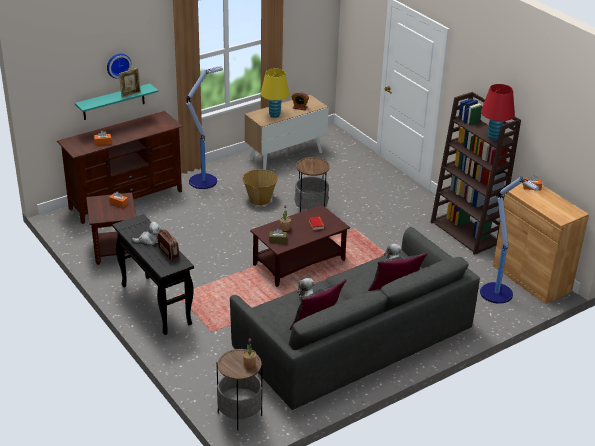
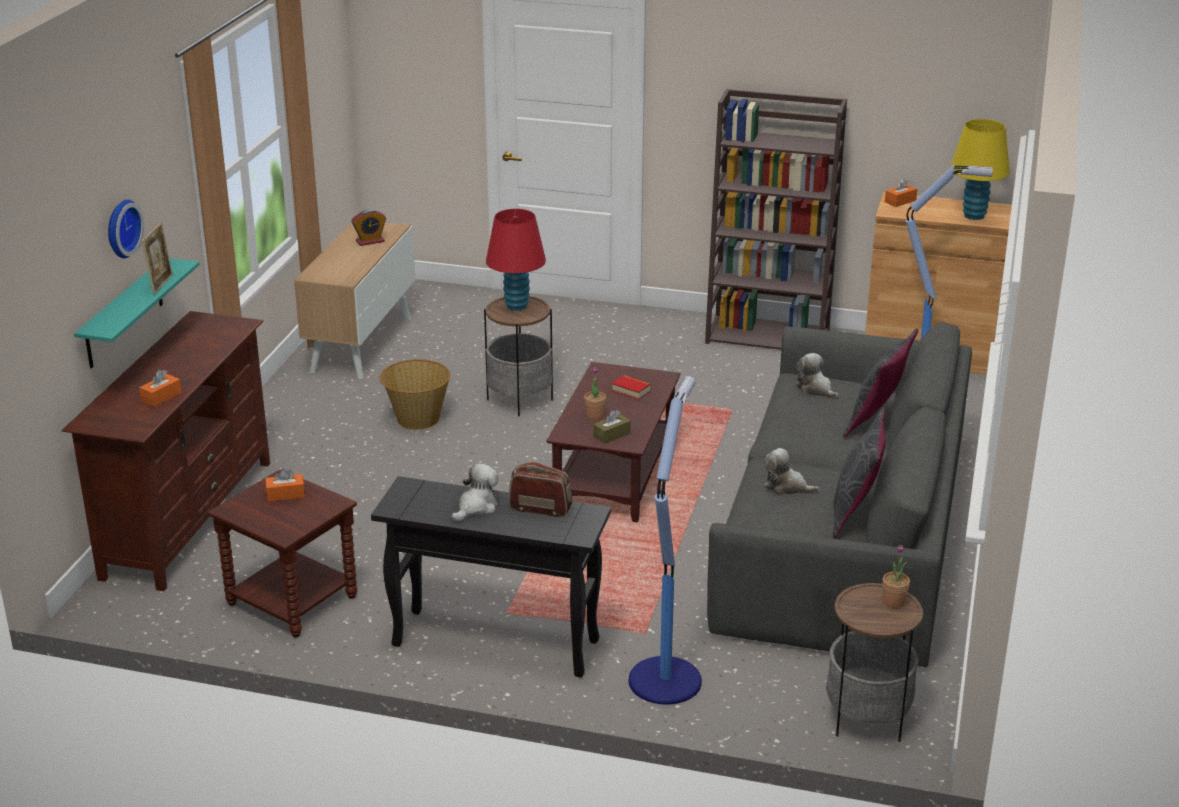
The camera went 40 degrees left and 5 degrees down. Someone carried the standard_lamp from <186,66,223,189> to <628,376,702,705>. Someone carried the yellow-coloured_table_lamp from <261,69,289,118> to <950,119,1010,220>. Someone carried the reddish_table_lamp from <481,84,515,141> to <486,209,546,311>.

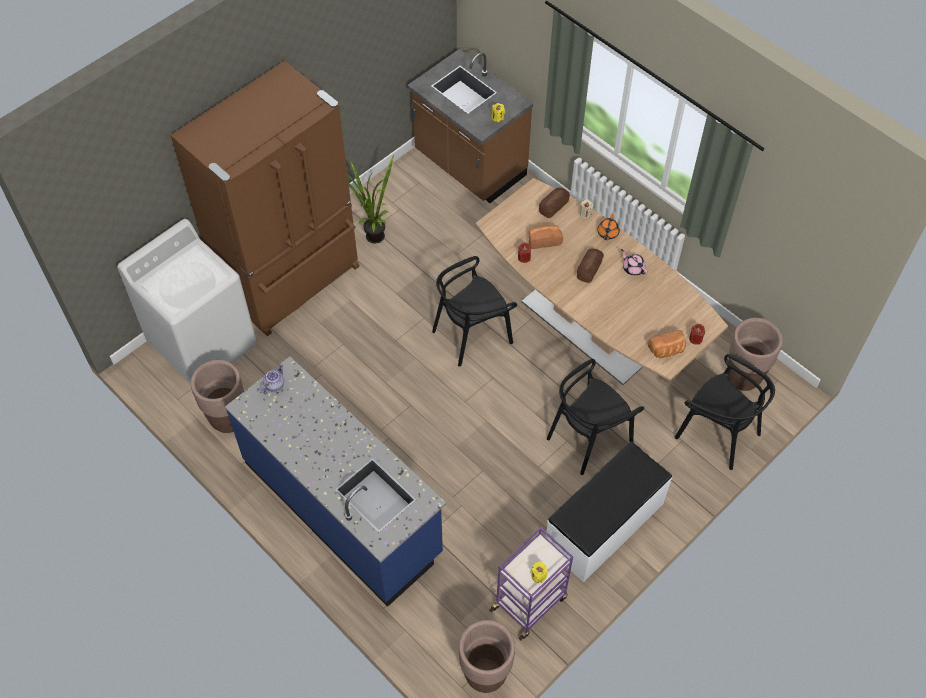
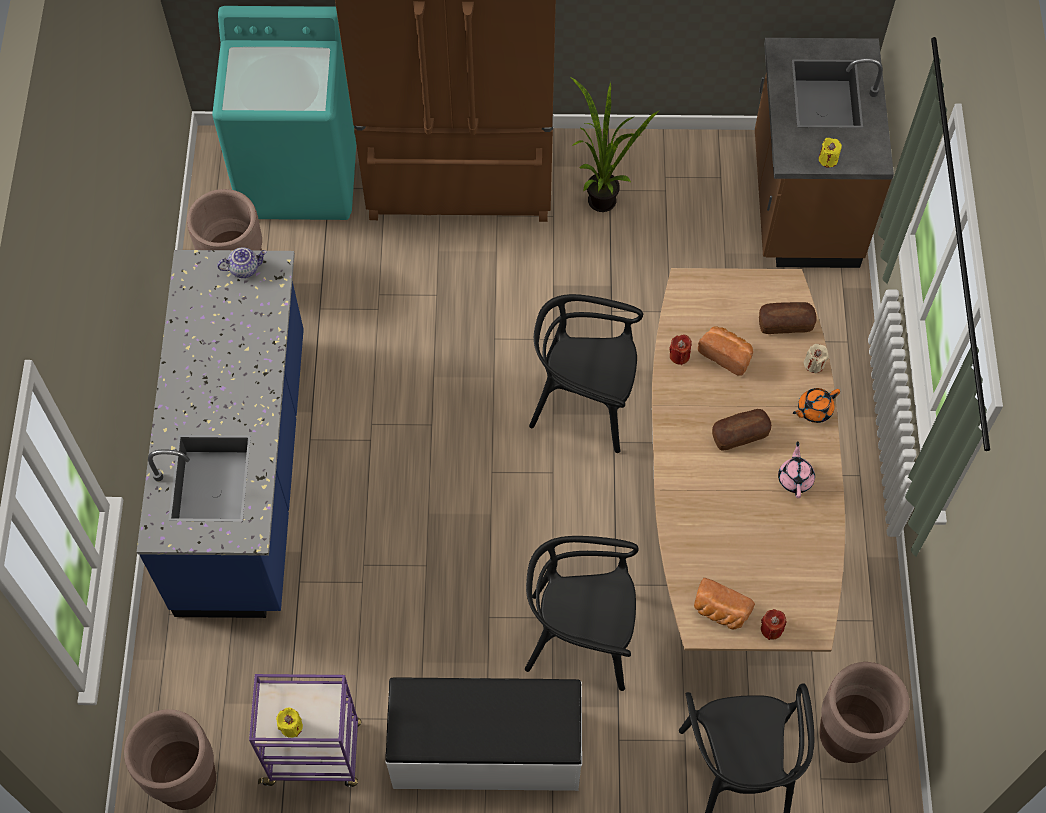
The camera went 45 degrees right and 5 degrees up. Someone repainted the white-coloured_washing_machine at <117,219,256,384>, which became the turquoise_washing_machine at <212,6,356,220>.

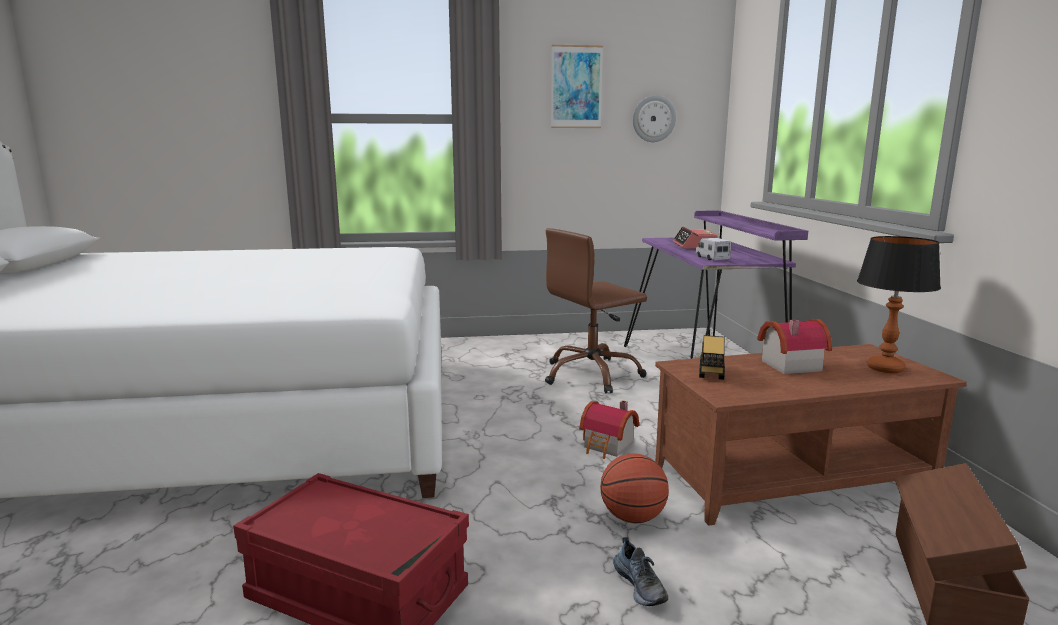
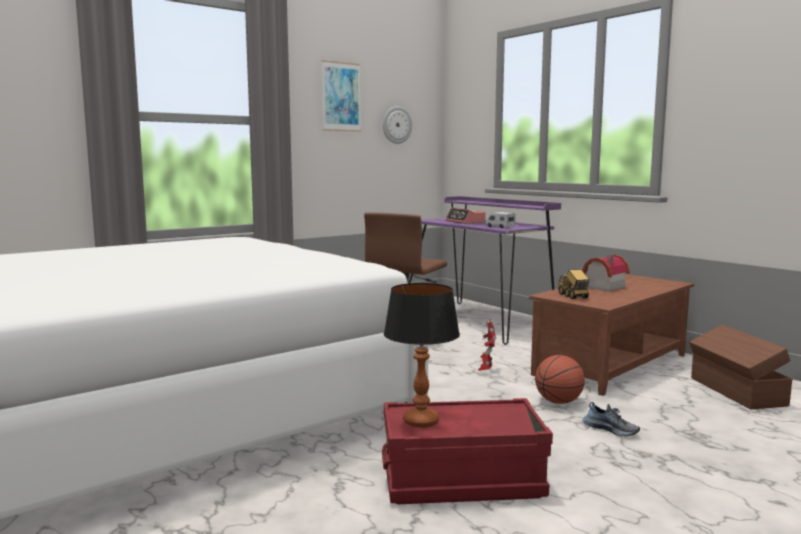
The camera went 30 degrees left and 5 degrees down. Someone carried the table_lamp from <857,236,941,373> to <384,283,460,428>. Someone swapped the toy_house at <579,400,639,459> for the toy_robot at <478,319,496,371>.

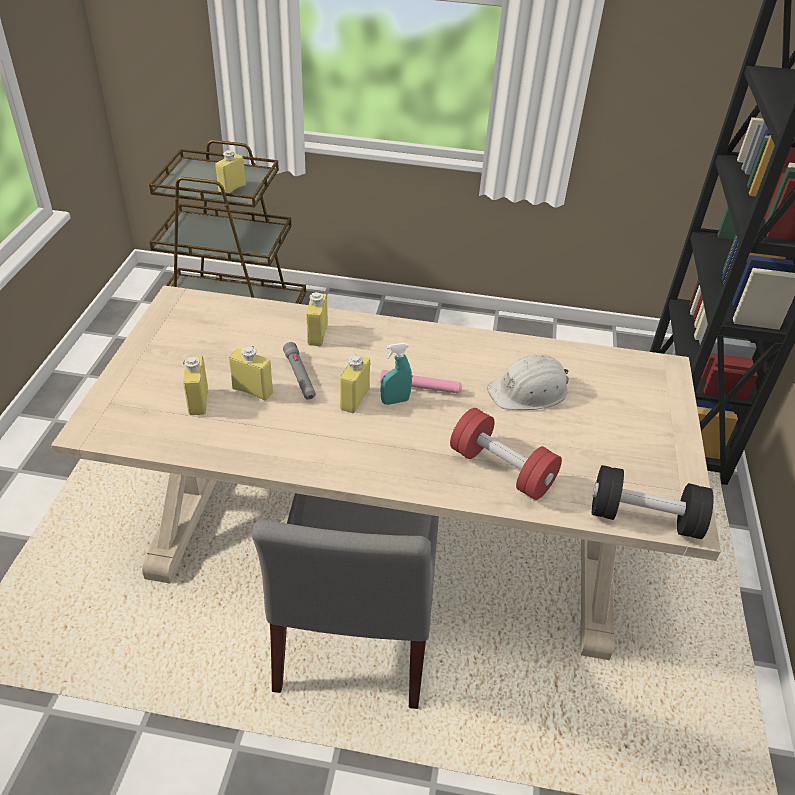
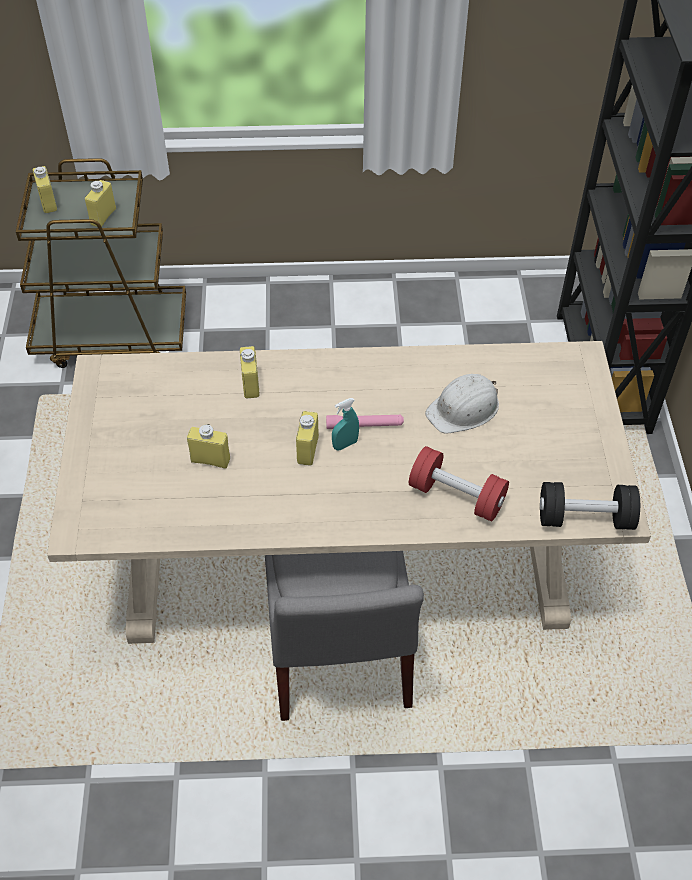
The camera went 10 degrees left and 10 degrees up. Someone took away the gray_hand_torch at <283,342,316,400>. Someone carried the yellow-coloured_drink_bottle from <183,356,208,415> to <33,166,57,213>.

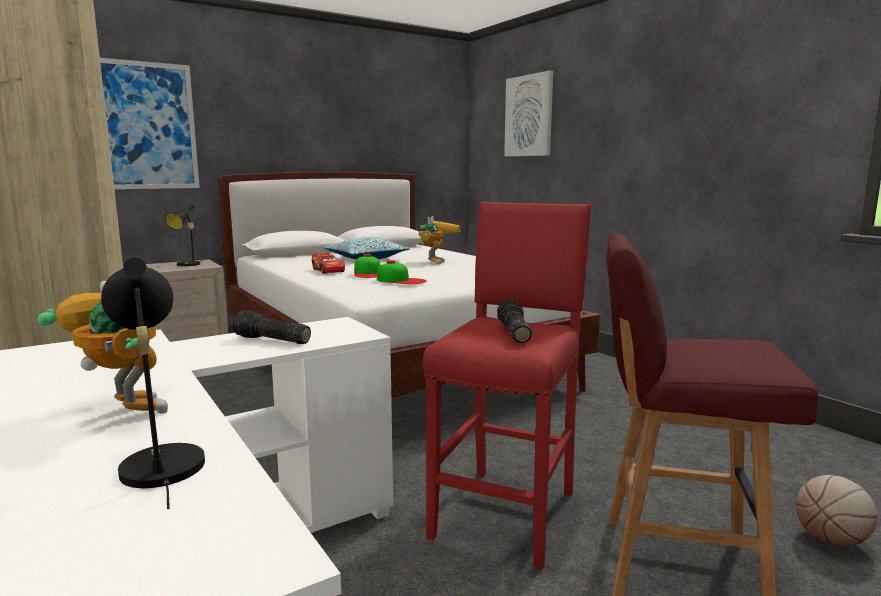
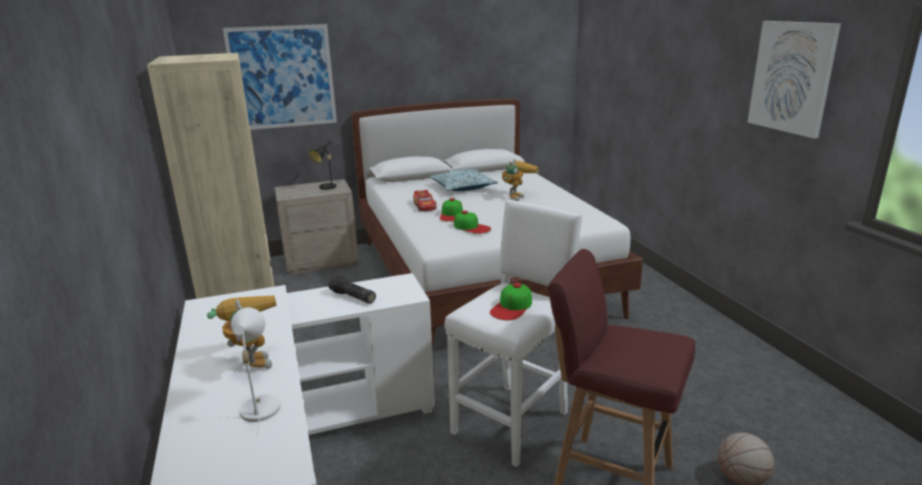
The camera went 15 degrees right and 10 degrees up. Someone carried the wall_art from <504,71,553,157> to <747,21,841,138>. Someone swapped the hand_torch at <497,299,532,343> for the baseball_cap at <490,283,532,320>. Someone repainted the blackish_table_lamp at <101,258,205,509>, which became the white-coloured_table_lamp at <231,307,281,437>. Someone repainted the reddish_stool_seat at <423,202,592,570>, which became the white-coloured_stool_seat at <445,199,582,467>.

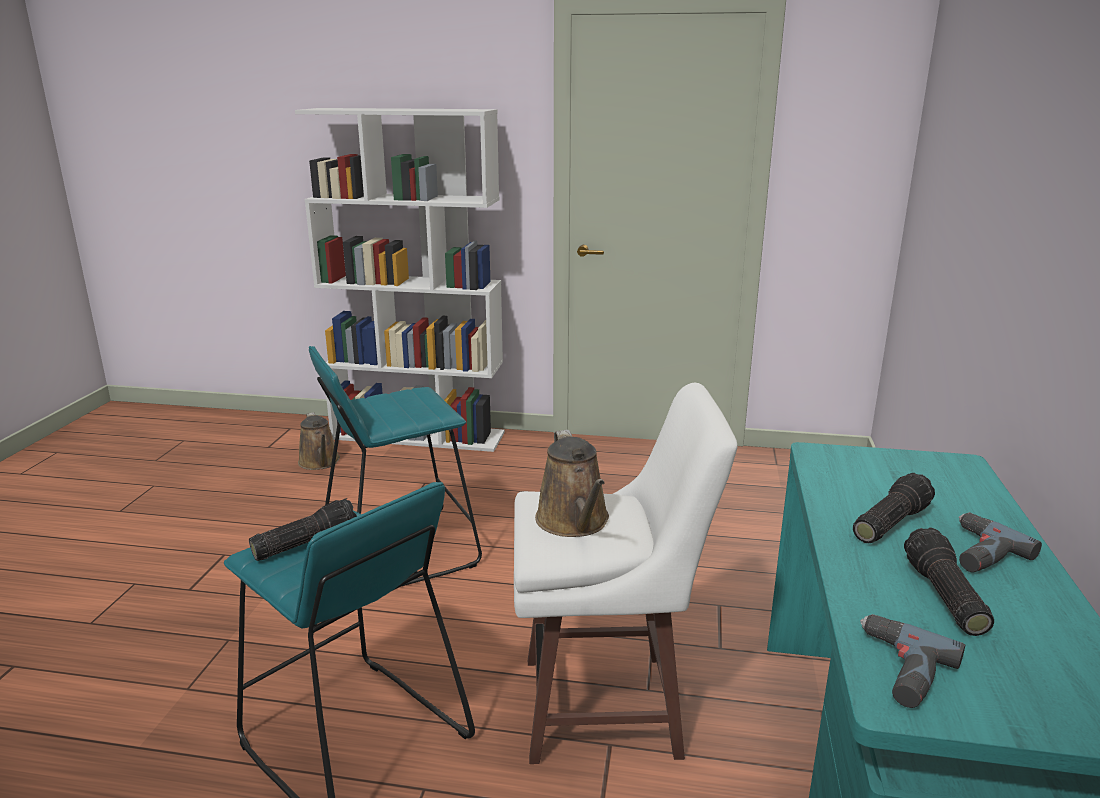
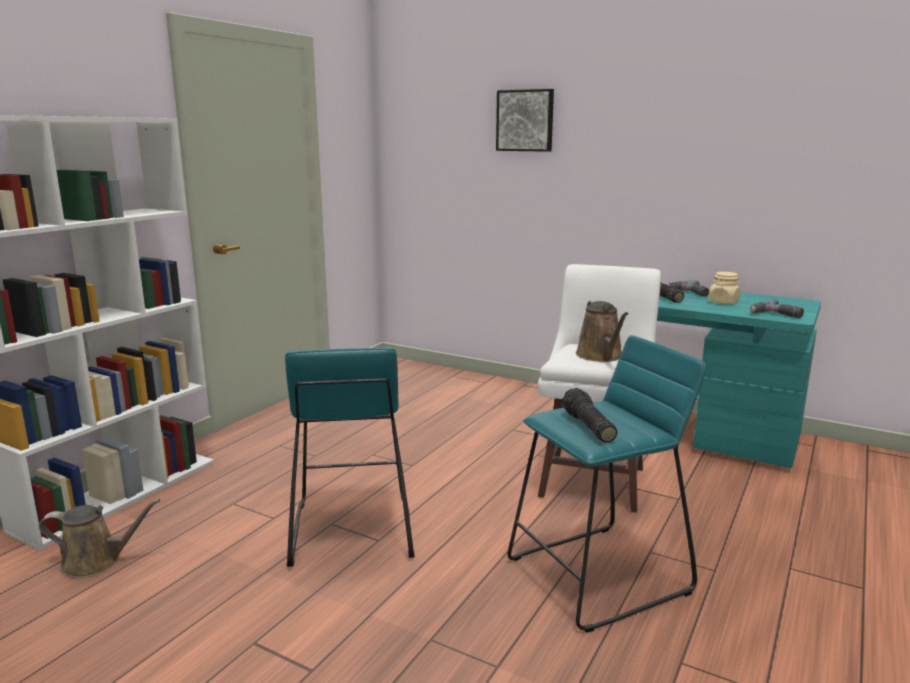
The camera went 70 degrees left and 5 degrees down. Someone put up the wall_art at <496,89,554,152>. Someone swapped the hand_torch at <904,527,994,636> for the sand-coloured_storage_jar at <708,272,740,304>. Someone rotated the brown-coloured_watering_pot at <535,430,609,537> by 75 degrees clockwise.

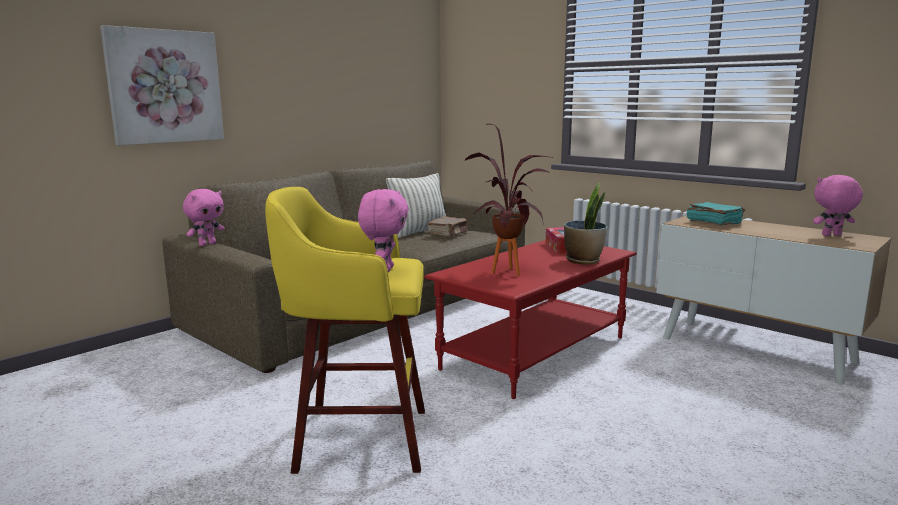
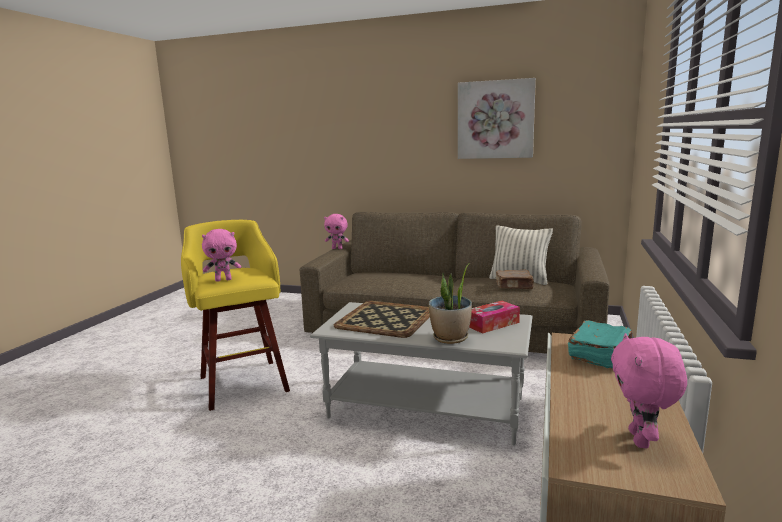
The camera went 65 degrees right and 0 degrees up. Someone carried the wall_art from <100,25,224,145> to <458,78,536,159>. Someone swapped the plant_in_a_pot at <464,123,553,276> for the tray at <334,301,430,338>. Someone repainted the reddish_low_table at <424,240,637,399>, which became the gray_low_table at <310,302,533,446>. Someone rotated the pinkish_plush_toy at <813,175,863,236> by 135 degrees counterclockwise.

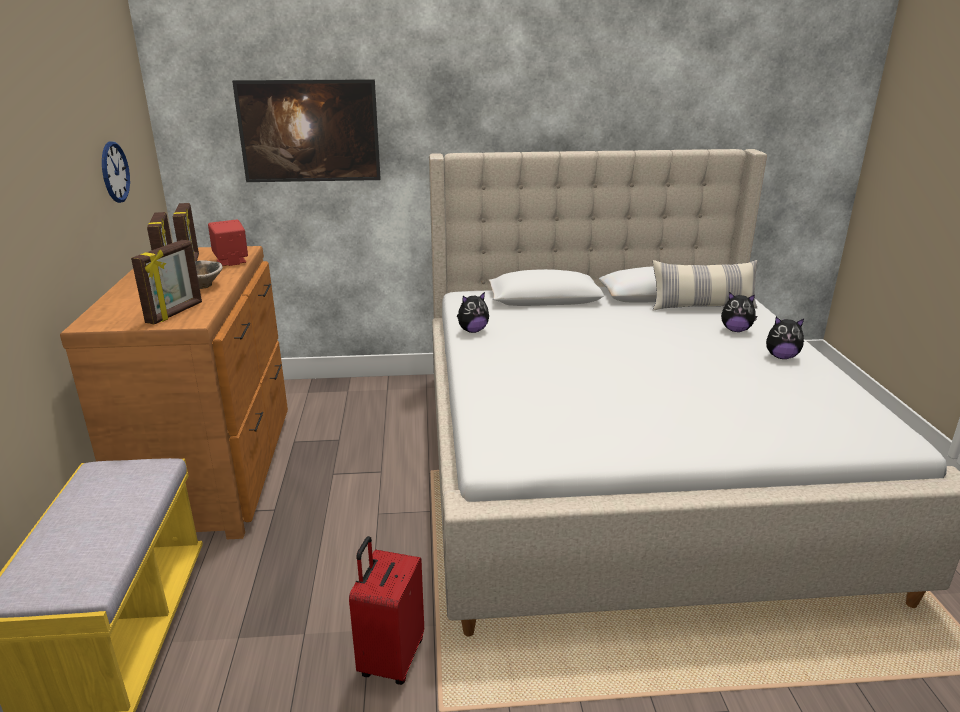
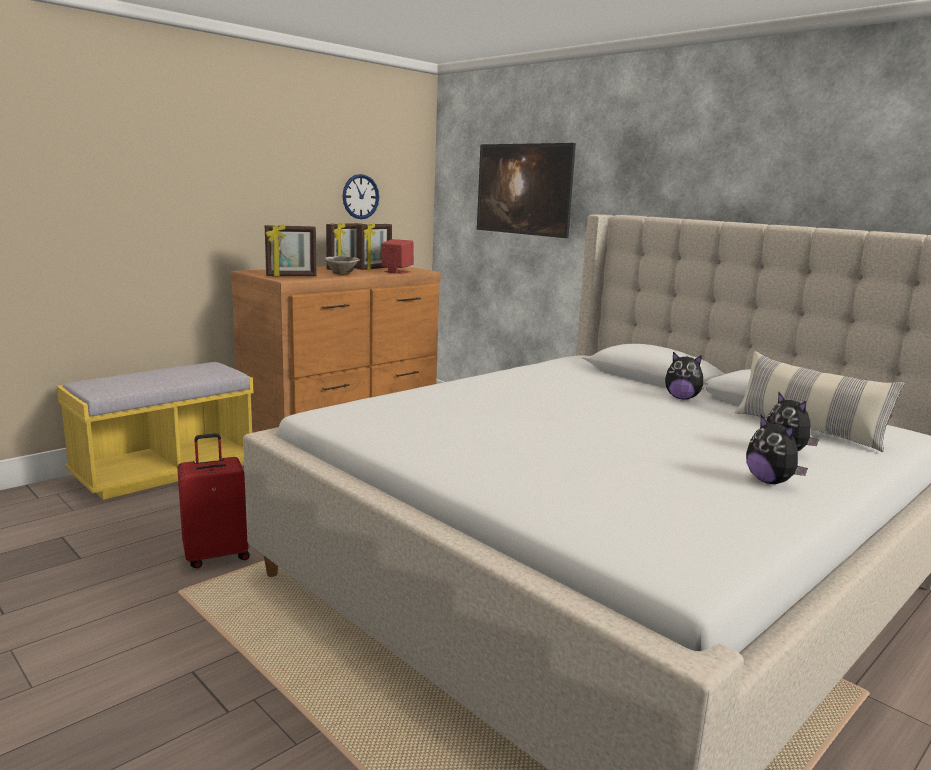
The camera went 50 degrees right and 10 degrees down. Someone carried the plush_toy from <457,292,489,333> to <665,352,708,400>.

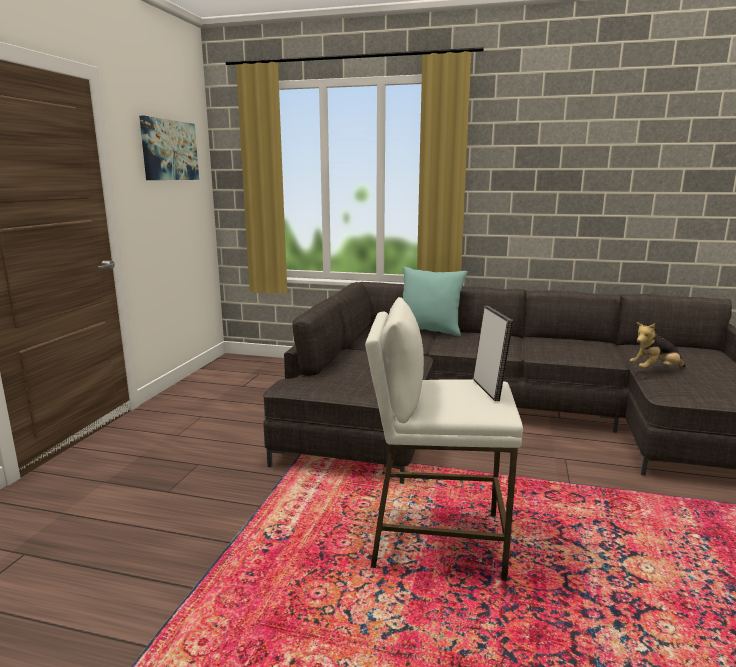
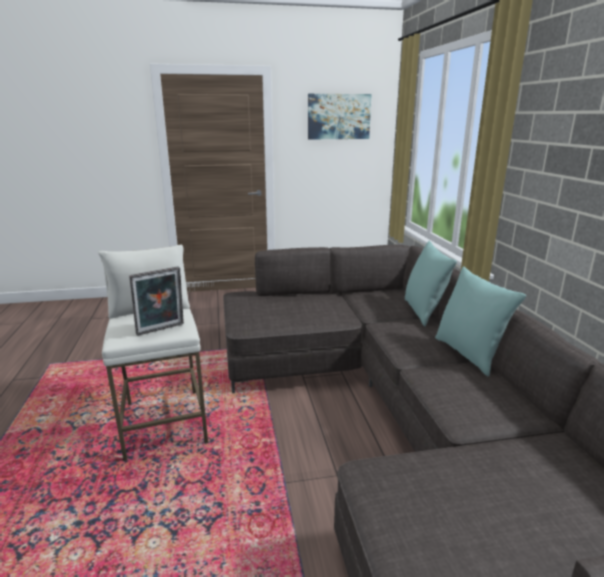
The camera went 65 degrees right and 5 degrees up. Someone took away the plush_toy at <630,322,686,368>. Someone put down the turquoise_cushion at <435,266,526,377>.

